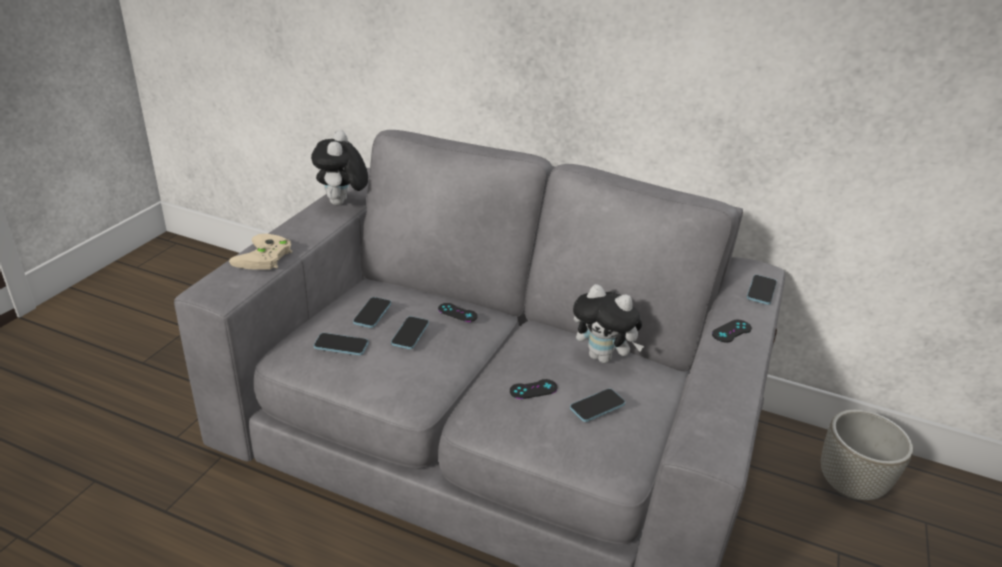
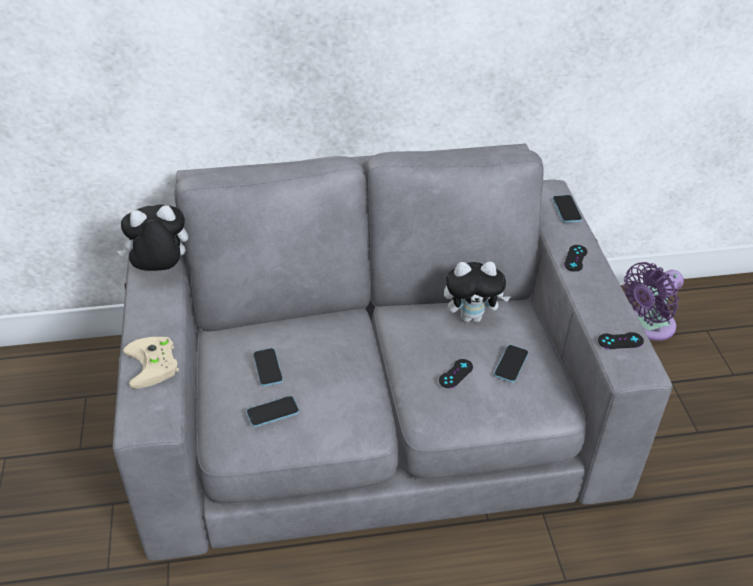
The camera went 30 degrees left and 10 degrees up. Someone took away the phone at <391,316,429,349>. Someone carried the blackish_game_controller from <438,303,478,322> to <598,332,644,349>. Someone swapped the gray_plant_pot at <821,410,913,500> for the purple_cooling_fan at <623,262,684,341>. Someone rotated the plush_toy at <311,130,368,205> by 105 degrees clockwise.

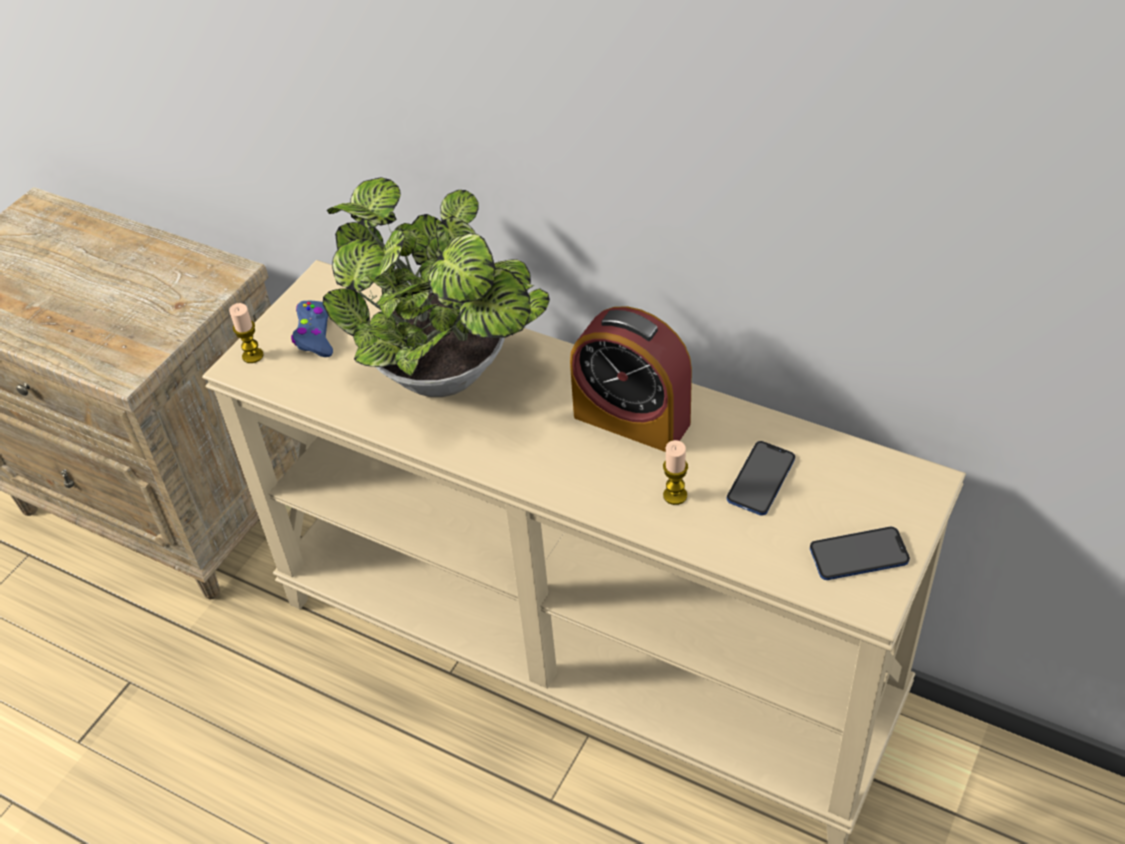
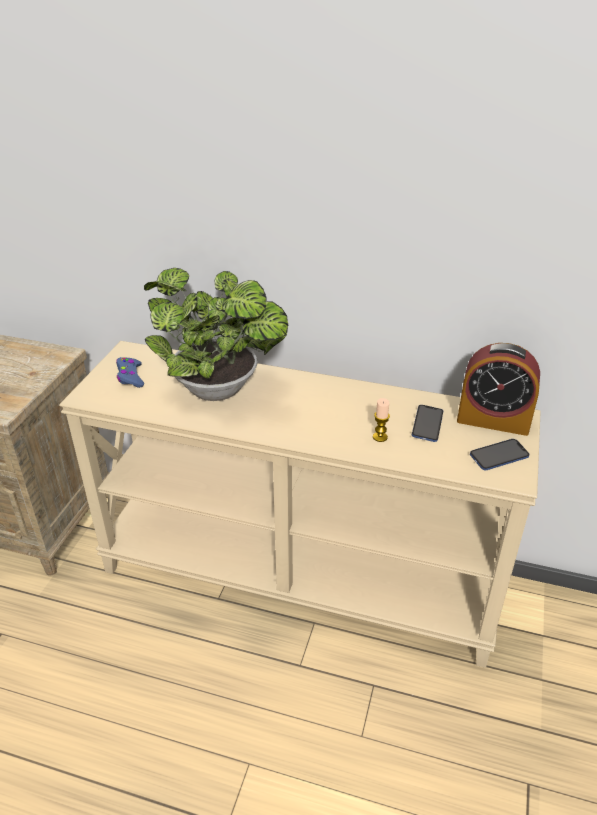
The camera went 15 degrees left and 10 degrees down. Someone took away the wax_light at <229,303,263,363>. Someone carried the table_clock from <570,306,692,452> to <457,343,540,436>.

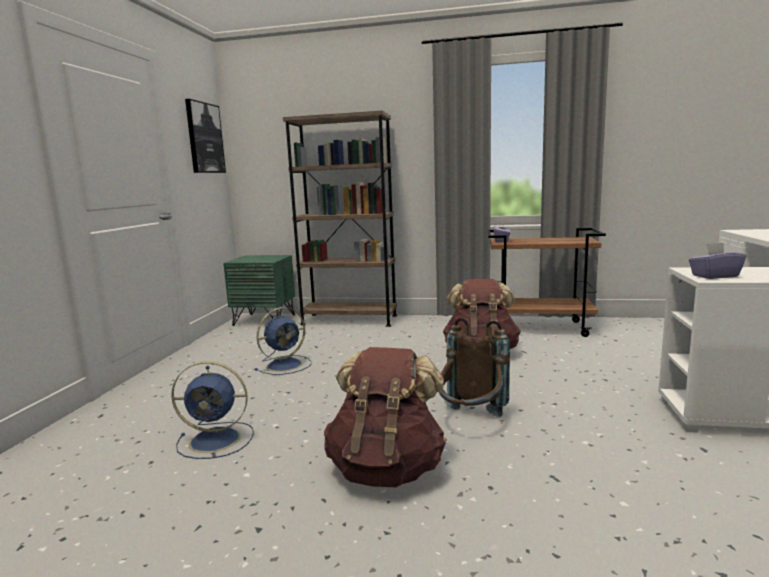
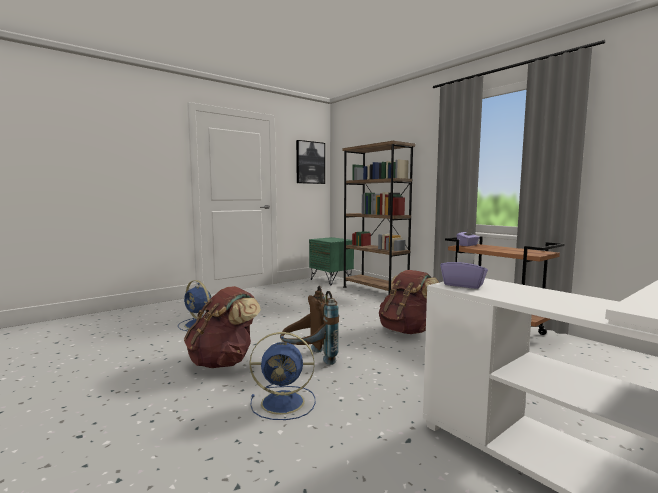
The camera went 40 degrees right and 5 degrees down. Someone carried the blue-coloured_cooling_fan from <255,307,312,375> to <250,332,316,420>.

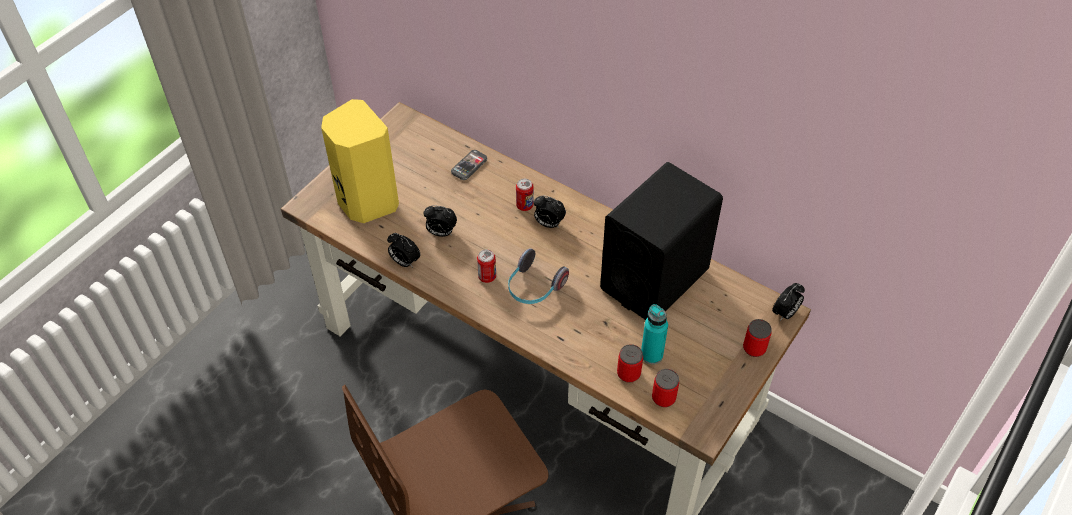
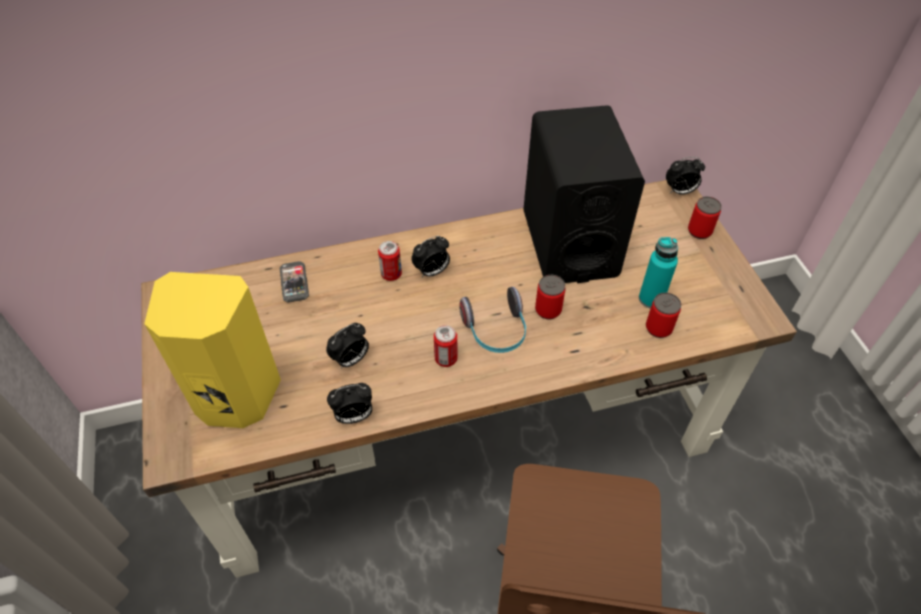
The camera went 50 degrees left and 0 degrees up. Someone carried the sealed_can from <652,369,679,407> to <535,275,566,320>. Someone rotated the table_clock at <772,283,805,321> by 90 degrees clockwise.

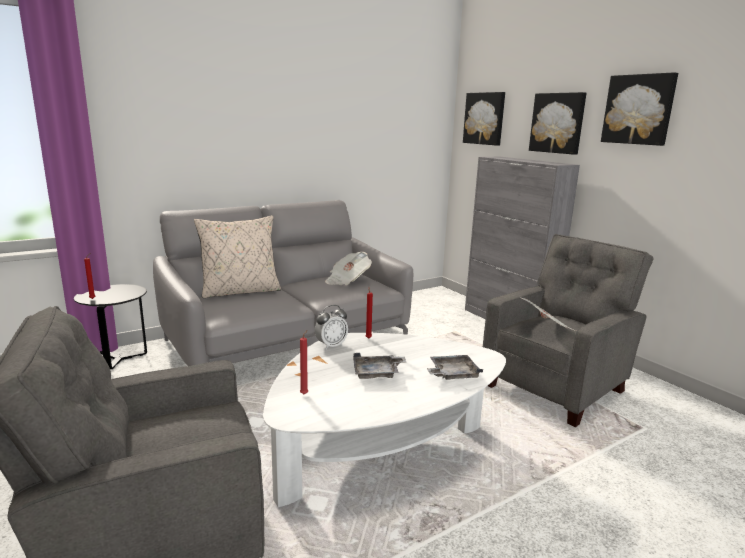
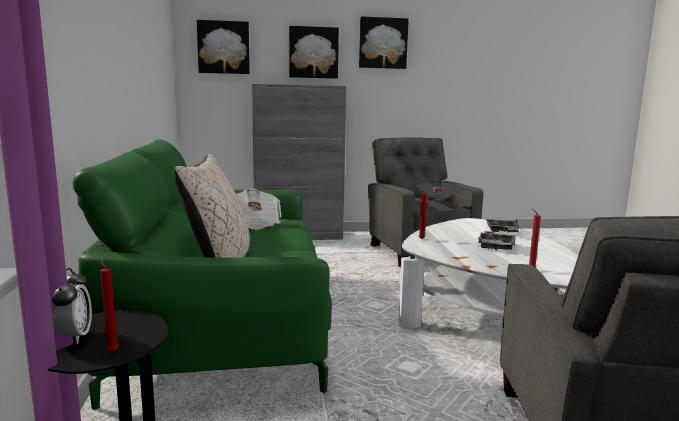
The camera went 65 degrees left and 5 degrees down. Someone carried the table_clock from <315,305,348,350> to <52,268,92,344>. Someone repainted the gray_sofa at <153,200,413,366>, which became the green_sofa at <73,139,332,410>.

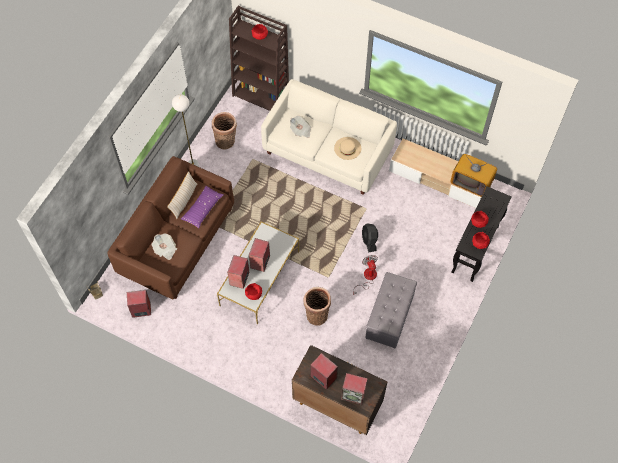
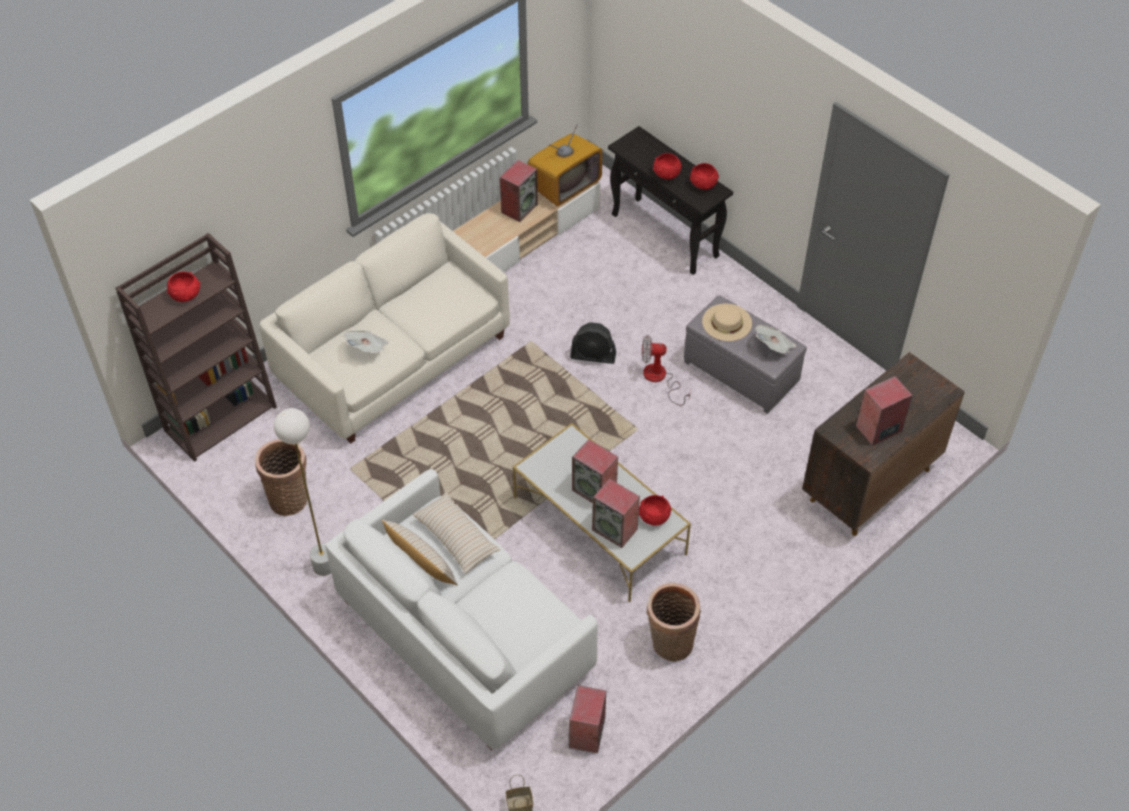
The camera went 70 degrees left and 10 degrees down. Someone carried the printed_paper from <152,234,177,260> to <755,325,796,354>. Someone carried the basket from <304,287,331,326> to <647,583,701,662>. Someone carried the sand-coloured_hat from <334,137,361,160> to <702,304,752,341>. Someone carried the speaker from <341,373,368,405> to <500,160,538,222>. Someone repainted the brown-coloured_sofa at <108,156,234,299>, which became the white-coloured_sofa at <325,469,598,750>. Someone repainted the purple_cushion at <181,186,224,229>, which became the sand-coloured_cushion at <413,492,500,573>.

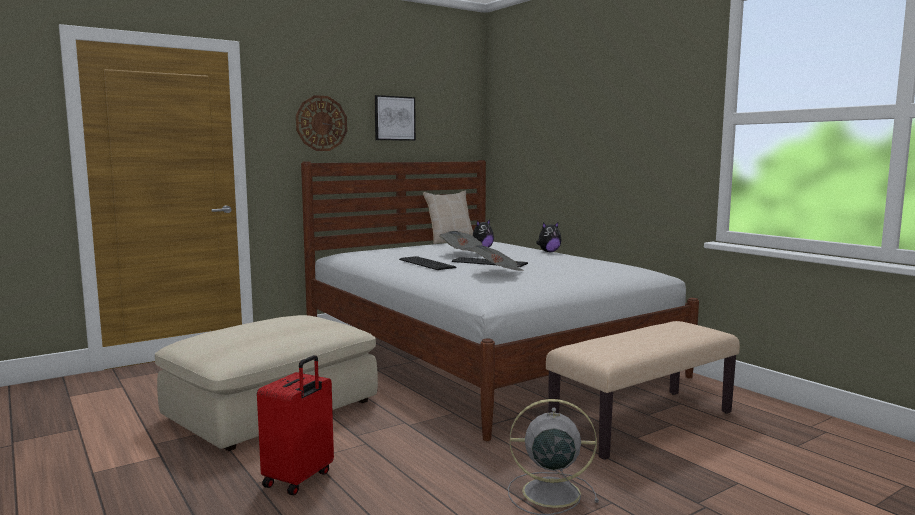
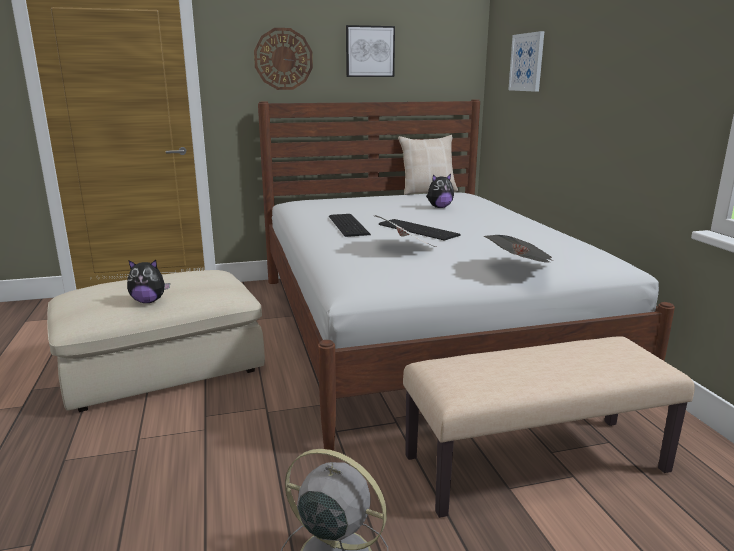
The camera went 20 degrees right and 10 degrees up. Someone took away the reddish_piece_of_luggage at <257,355,334,495>. Someone put up the wall_art at <508,31,544,92>. Someone carried the printed_paper from <439,231,483,252> to <484,235,553,262>. Someone carried the plush_toy from <536,222,562,252> to <127,260,170,303>.

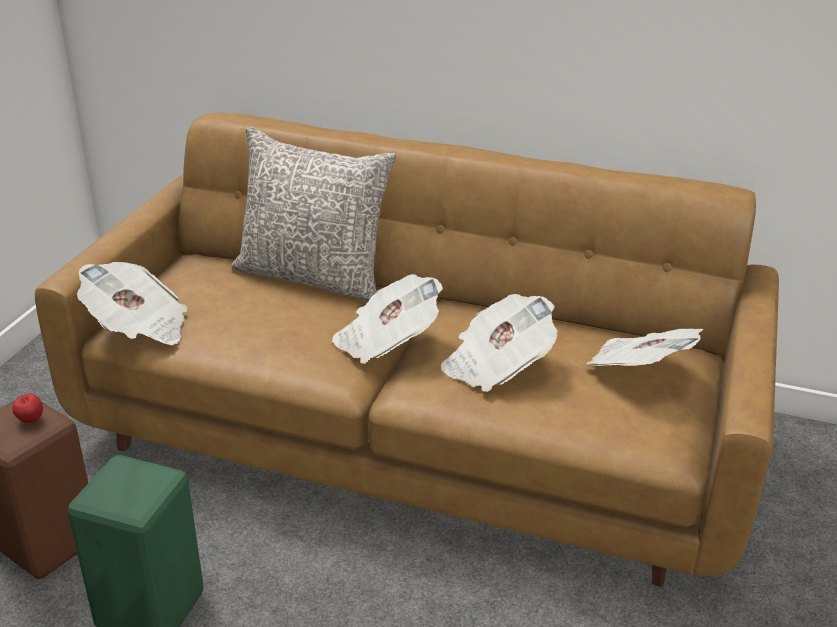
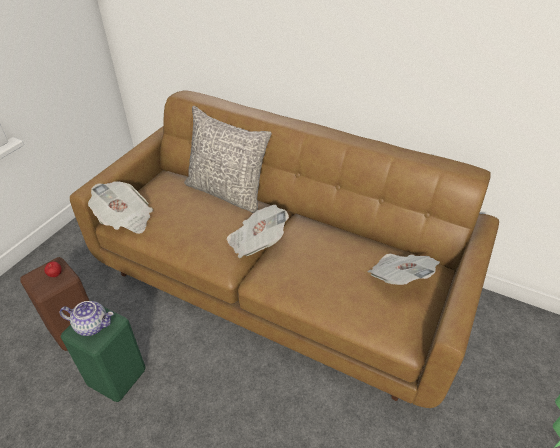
The camera went 10 degrees right and 10 degrees up. Someone took away the printed_paper at <441,294,558,392>. Someone put down the pot_for_tea at <59,301,114,336>.

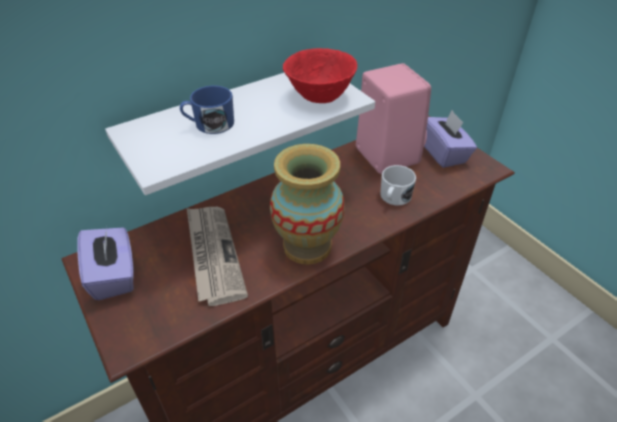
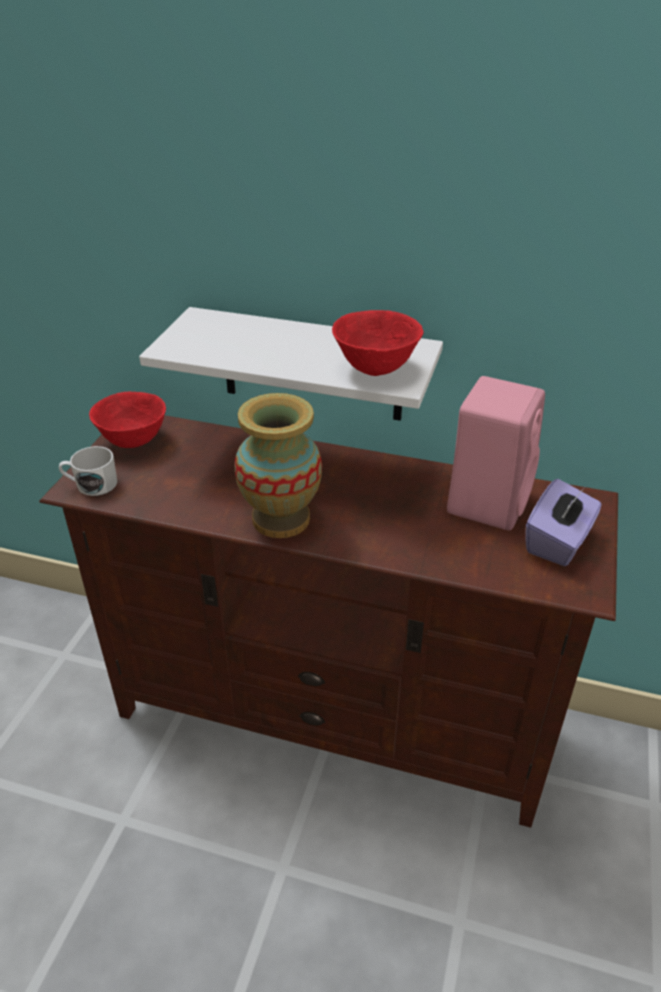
The camera went 50 degrees right and 5 degrees down. Someone took away the blue-coloured_tea_mug at <180,86,234,134>. Someone took away the printed_paper at <187,207,248,306>. Someone carried the white-coloured_tea_mug from <380,165,416,206> to <59,446,117,496>. Someone swapped the purple_box_of_tissues at <77,227,134,300> for the reddish_serving_bowl at <89,392,166,448>.

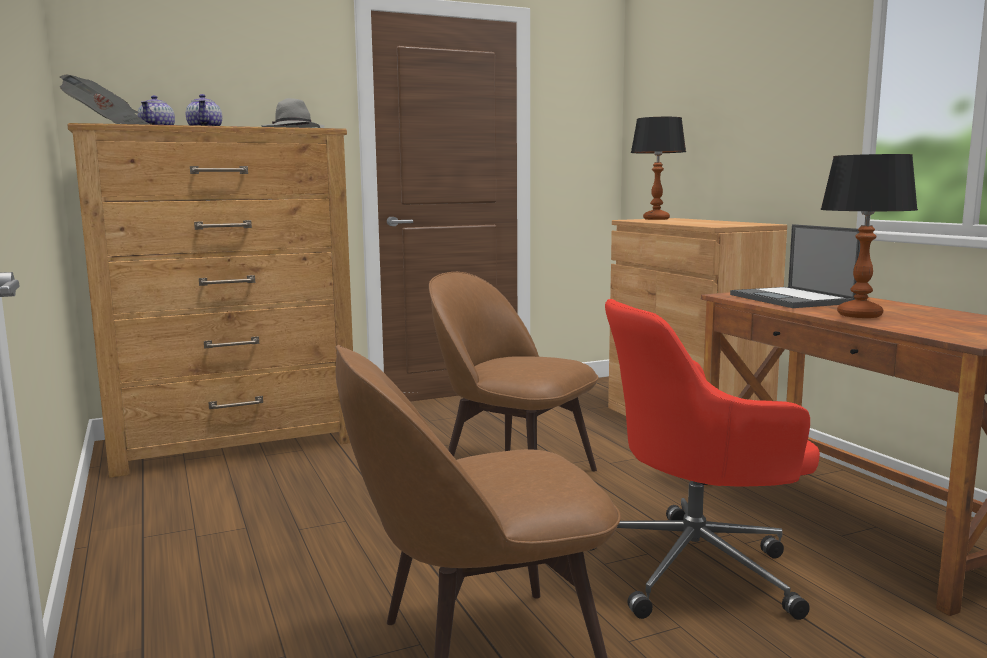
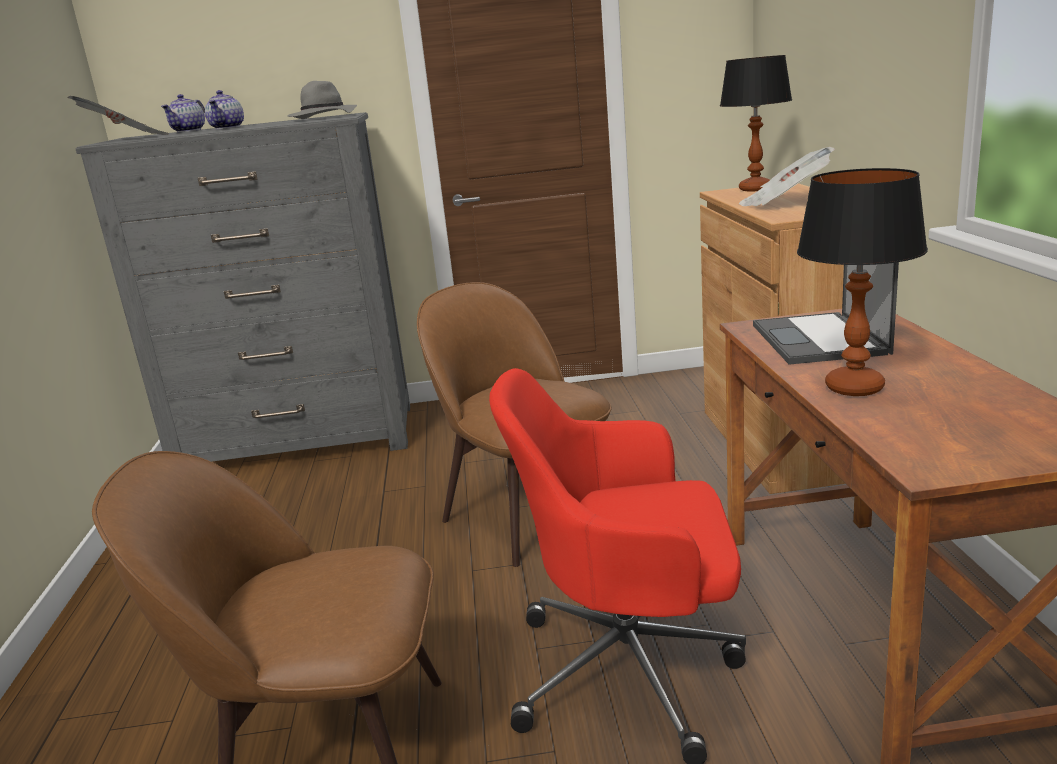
The camera went 20 degrees right and 10 degrees up. Someone put down the printed_paper at <739,147,835,206>. Someone repainted the brown-coloured_dresser at <67,123,353,478>, which became the gray_dresser at <76,112,410,462>.

